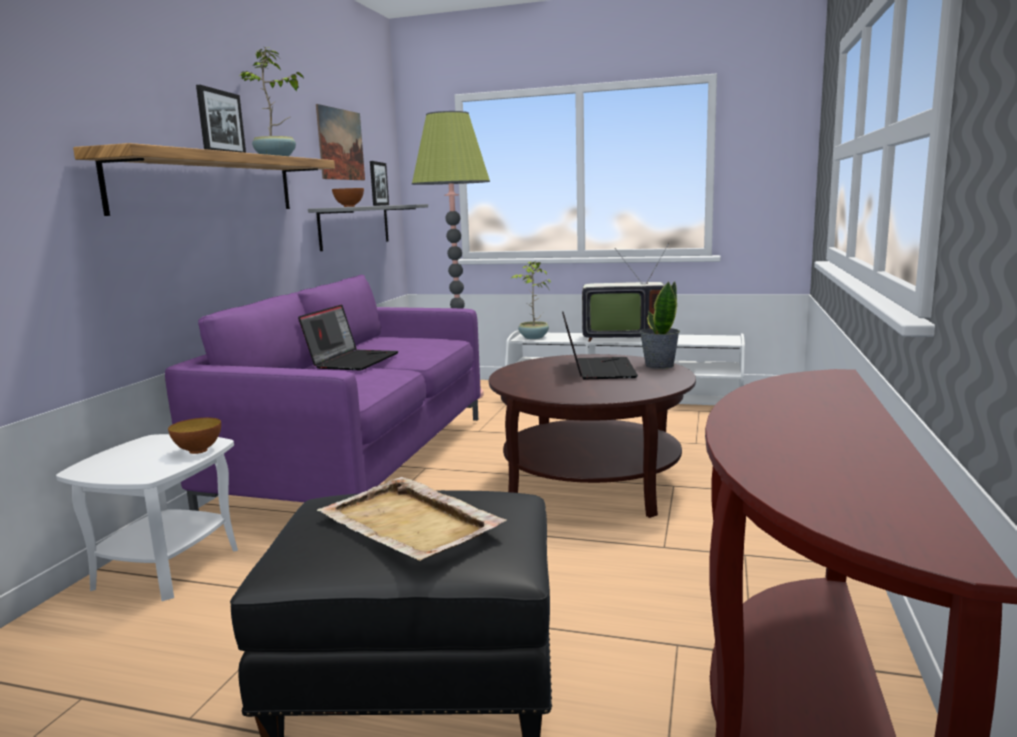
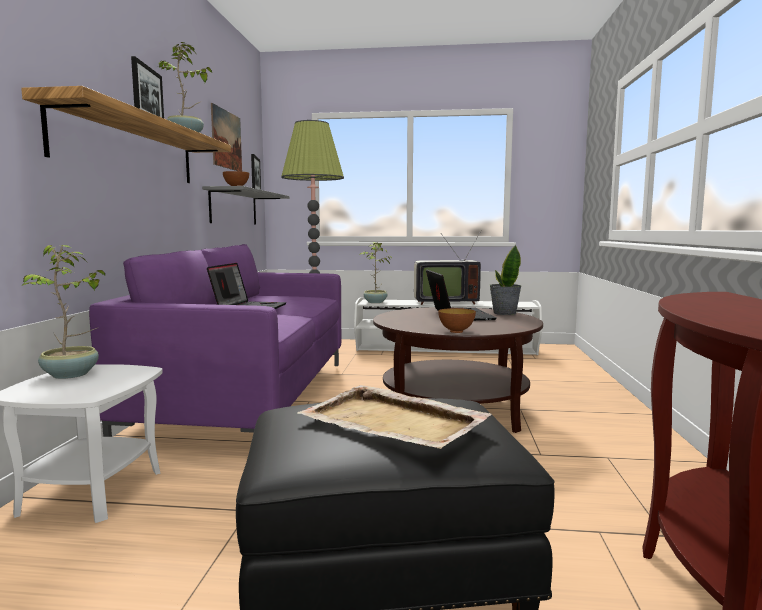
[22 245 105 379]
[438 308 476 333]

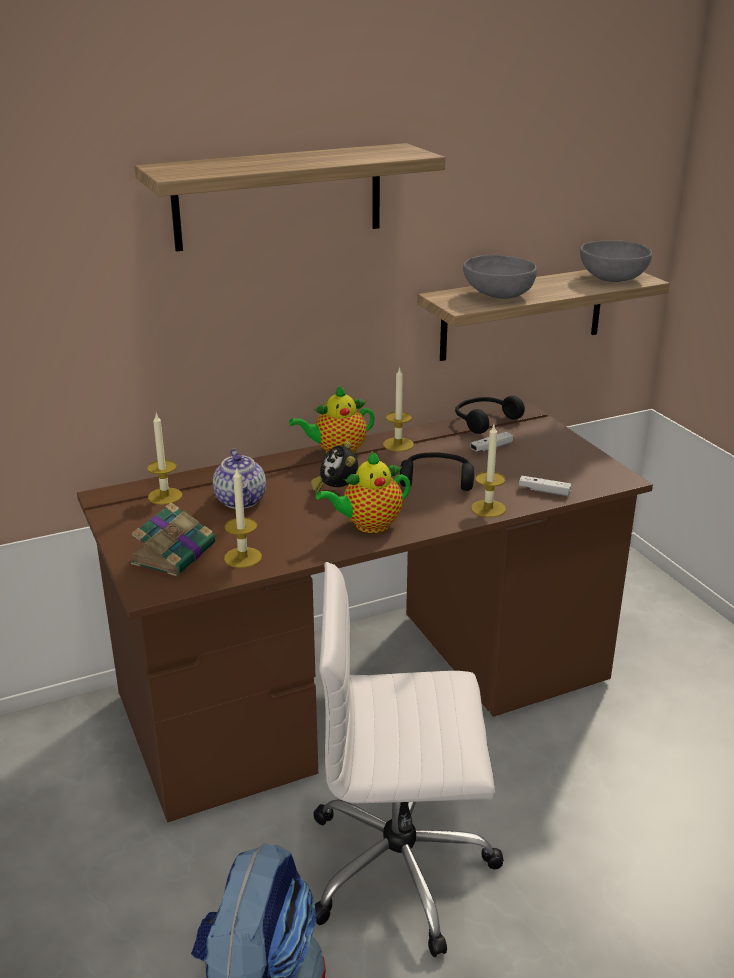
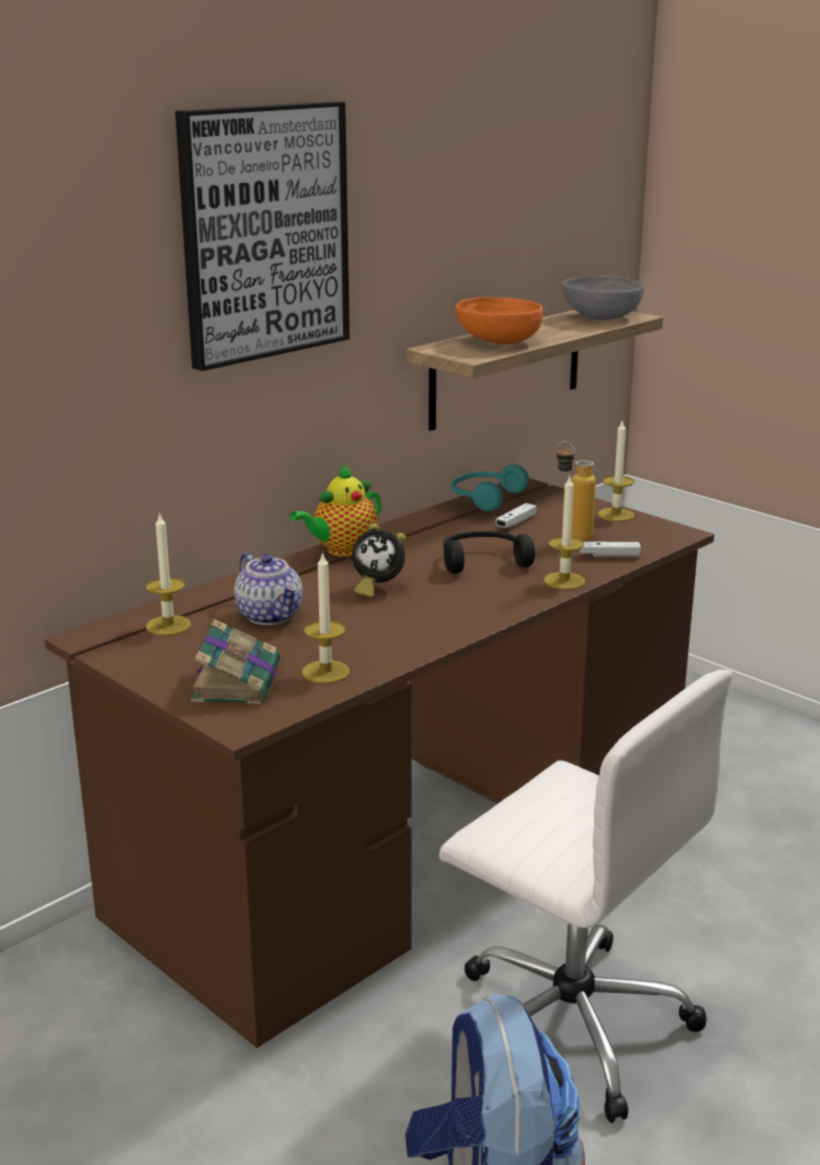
[175 101 350 371]
[352 523 406 599]
[439 670 732 1123]
[451 464 529 511]
[455 297 543 344]
[557 441 596 541]
[598 419 635 521]
[316 451 410 533] (first image)

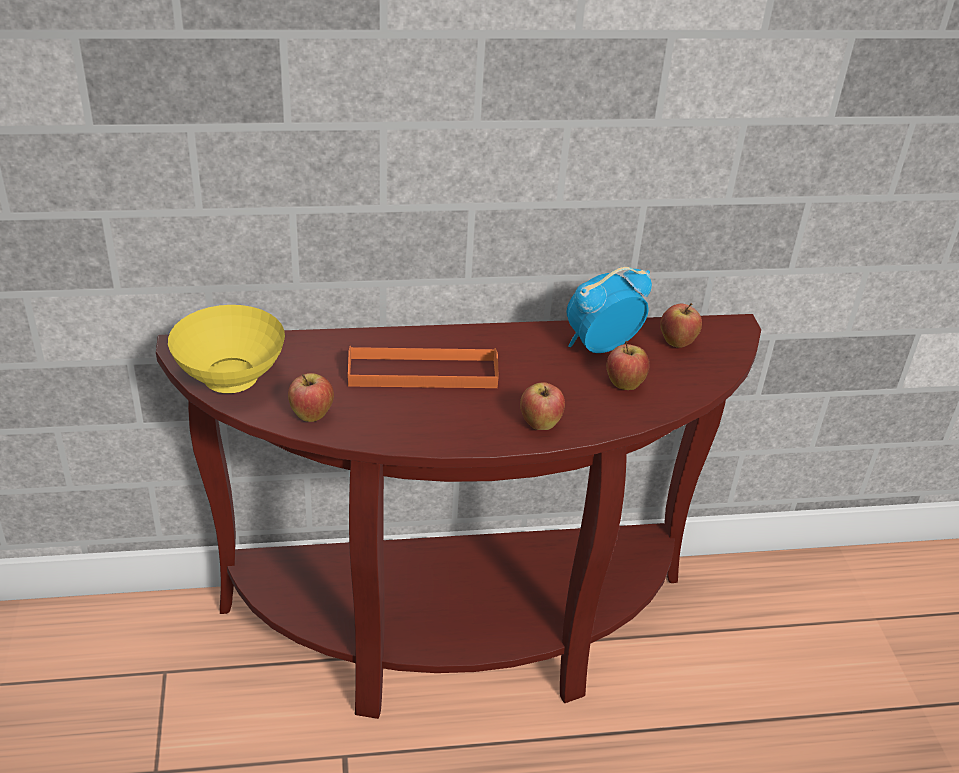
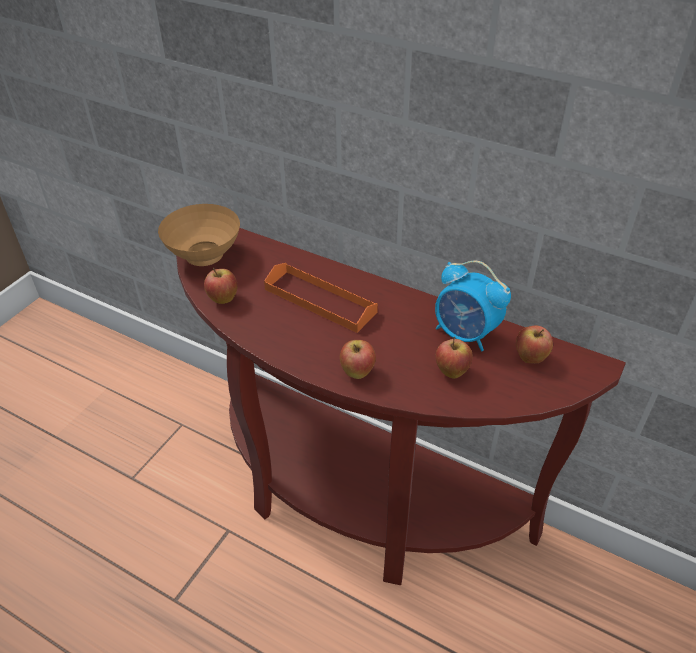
[158 204 240 266]
[435 260 511 351]

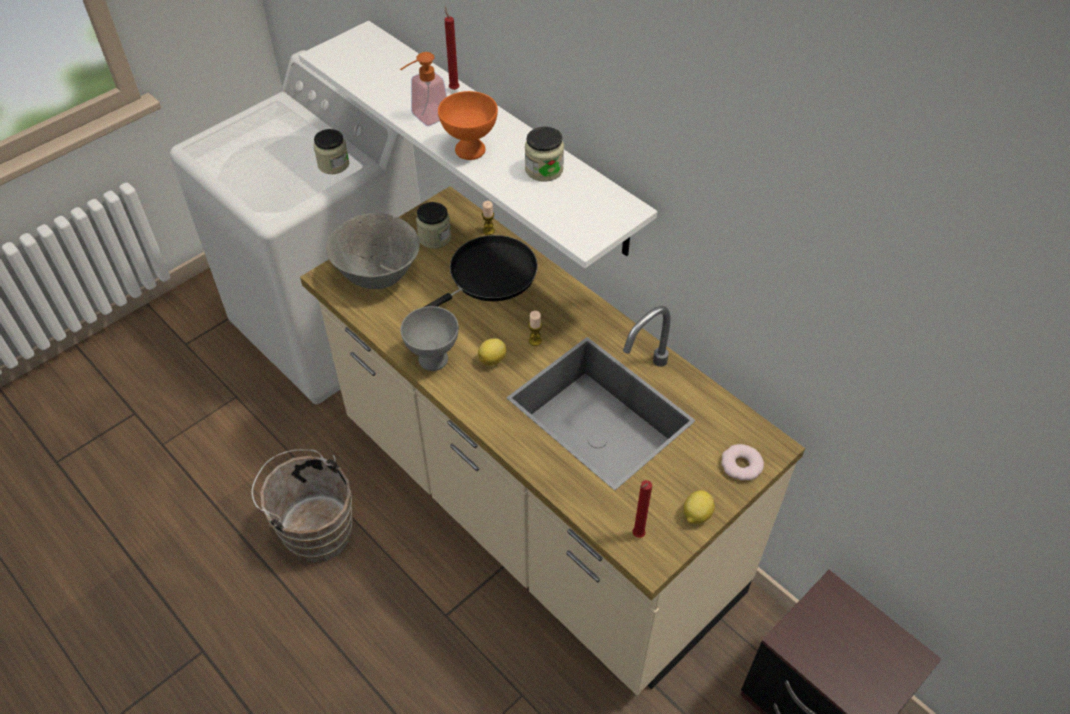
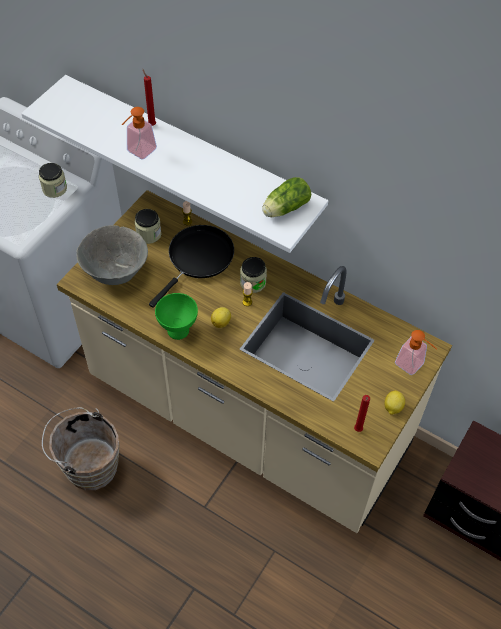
[155 293 198 340]
[240 257 267 293]
[262 177 311 217]
[395 330 437 375]
[438 91 498 160] (first image)

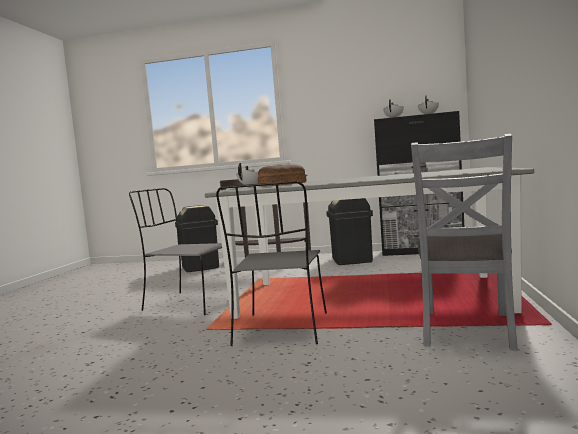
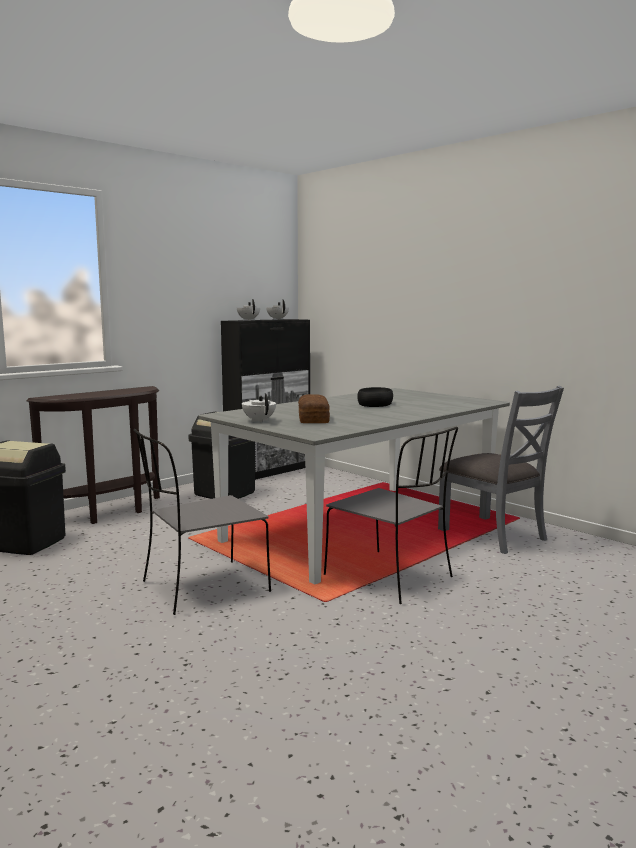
[357 387 393 407]

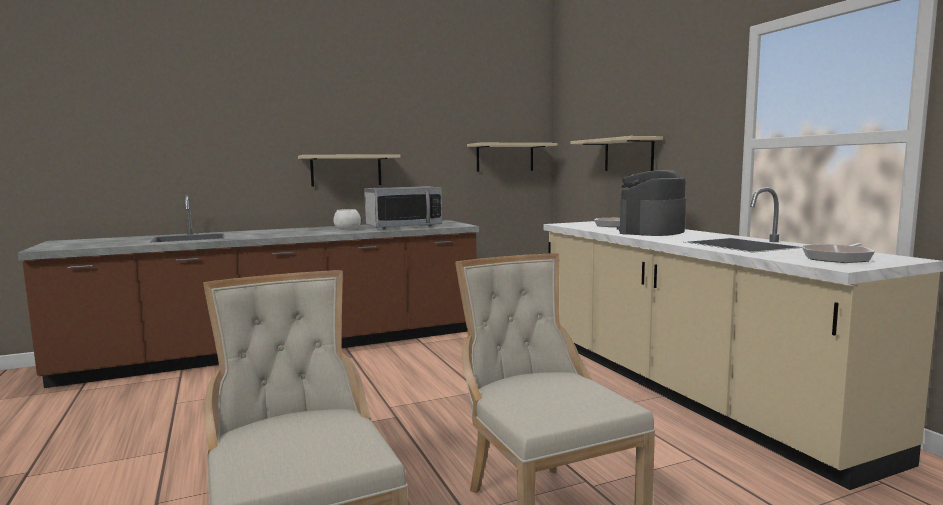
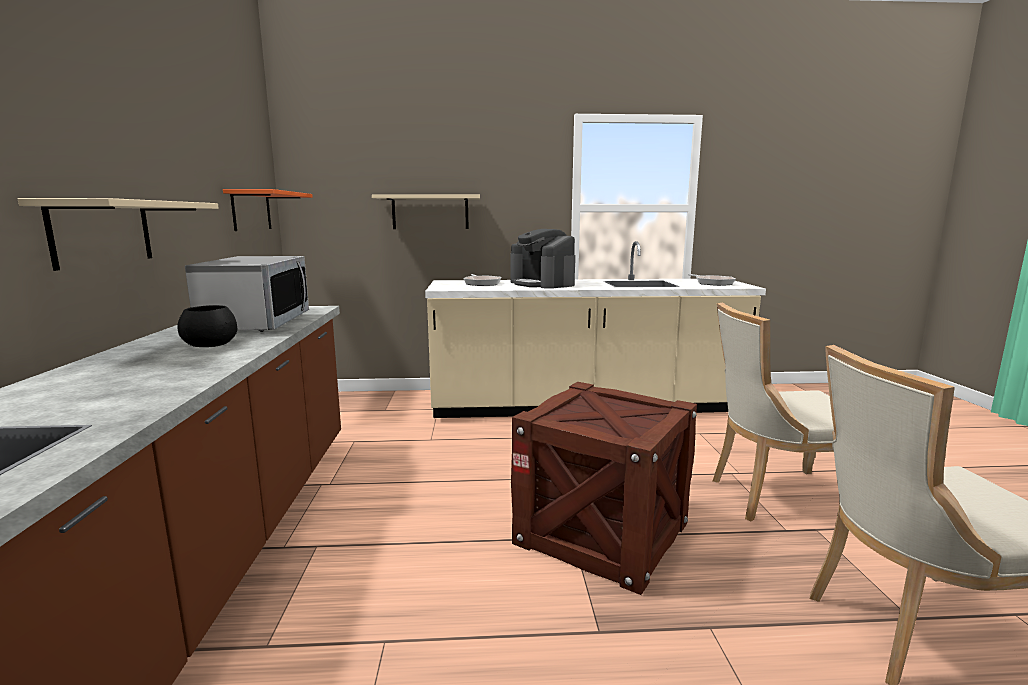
[177 305 238 347]
[223 189 313 231]
[511 382 697 595]

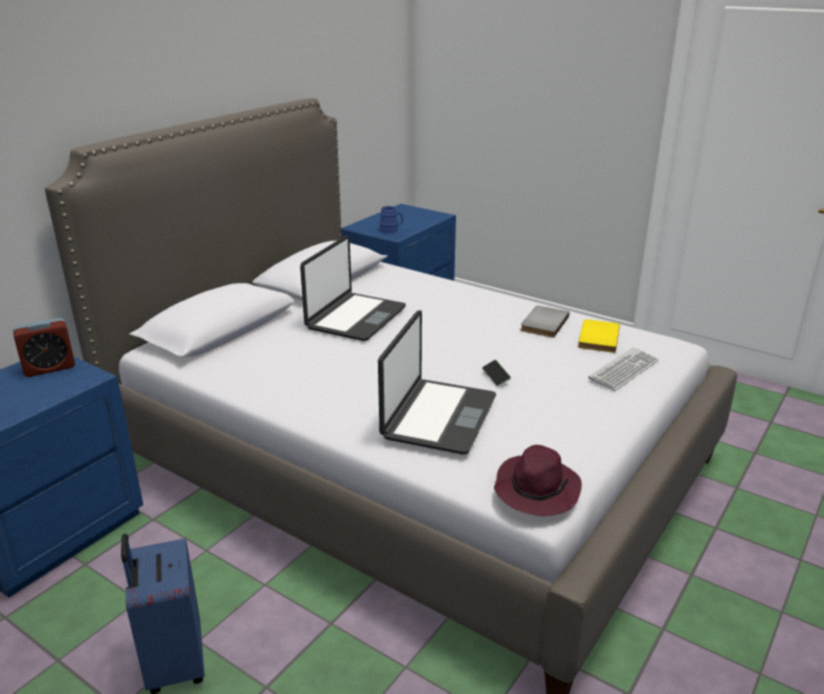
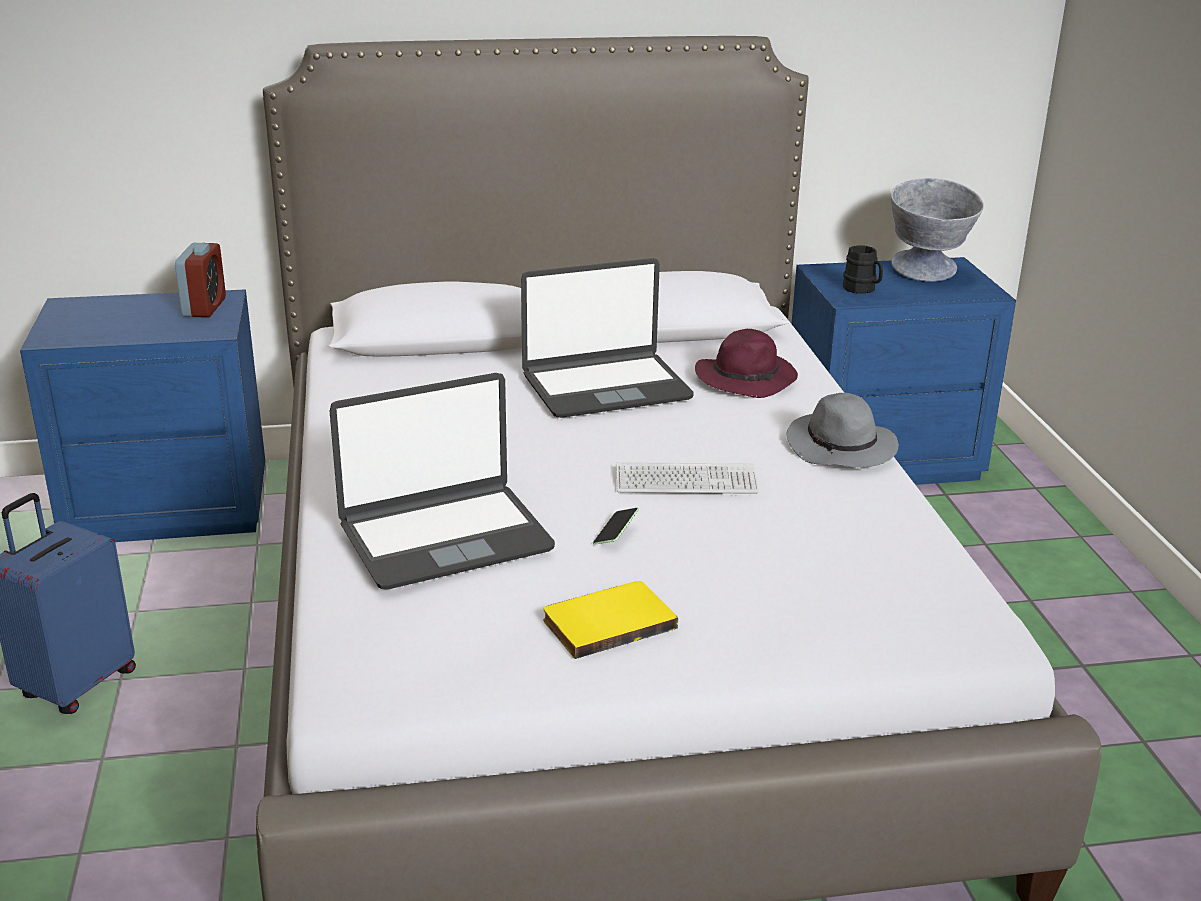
[175 243 226 317]
[543 581 678 659]
[616 462 759 494]
[695 329 798 398]
[787 393 899 468]
[843 246 883 294]
[891 178 984 282]
[521 306 569 338] (first image)

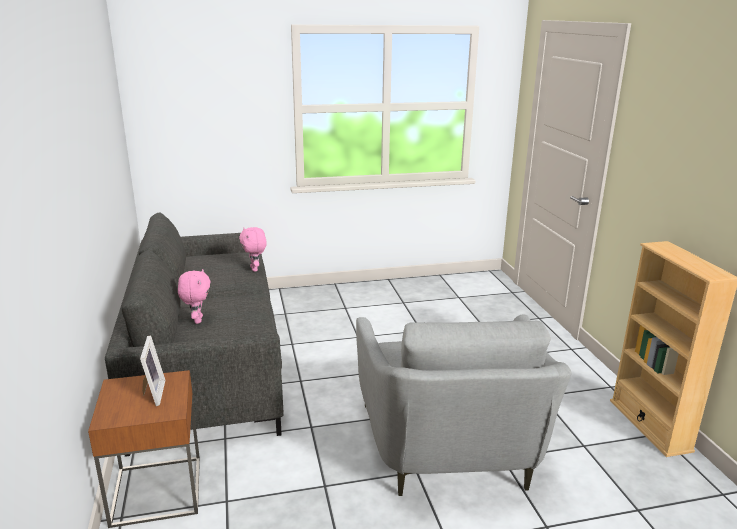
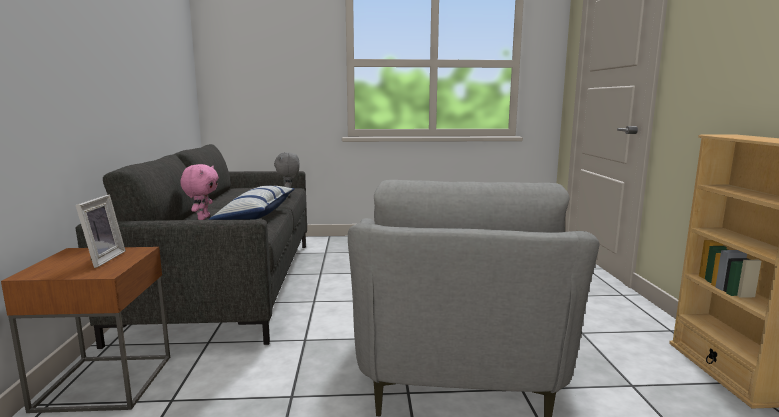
[209 186 294 220]
[274 152 299 196]

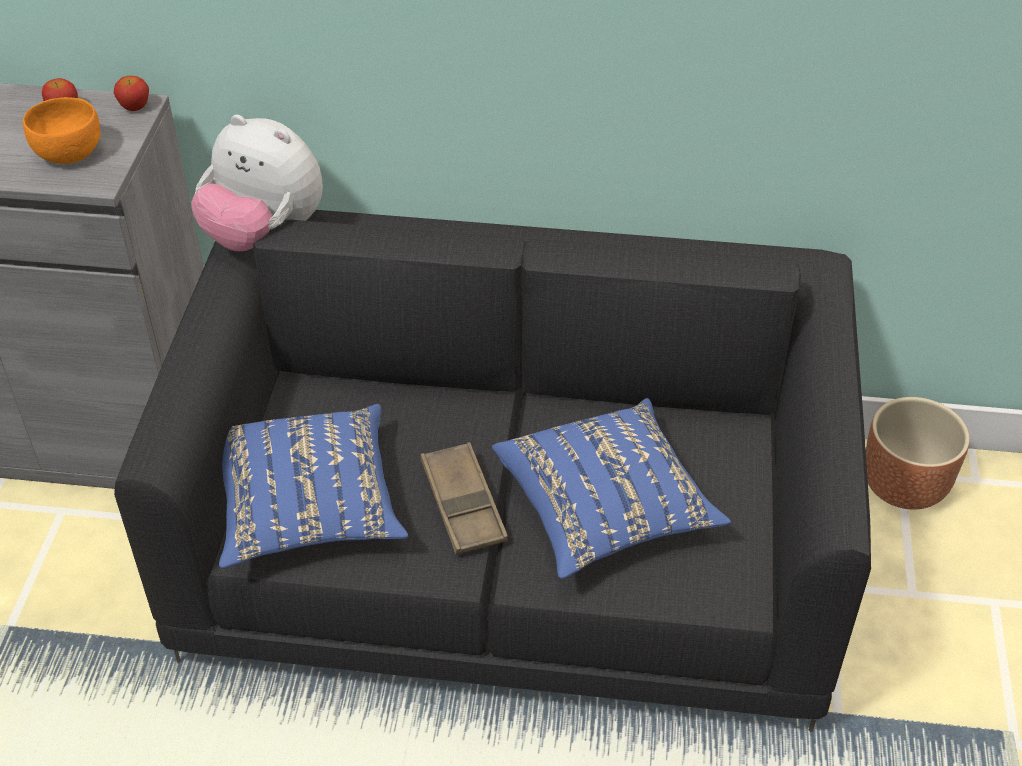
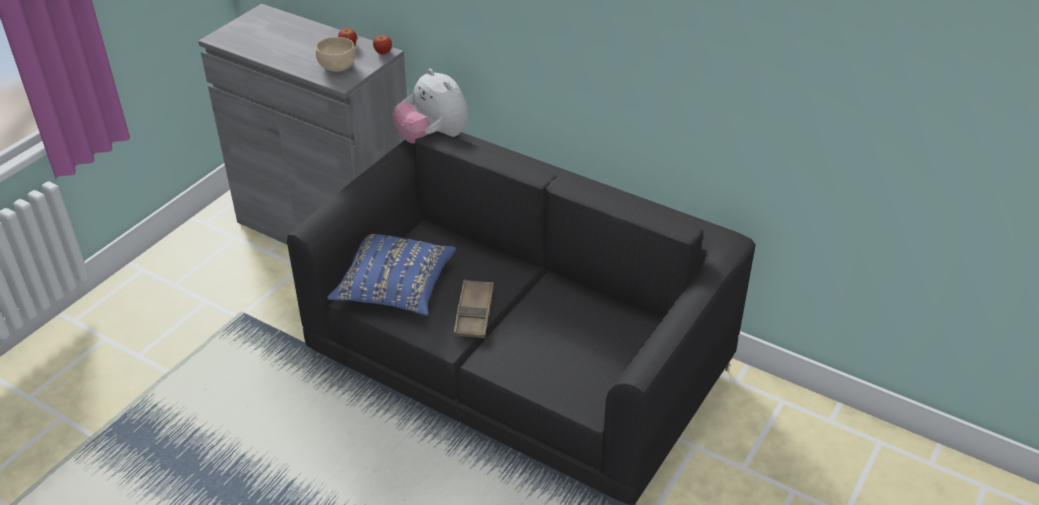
[316 37 355 72]
[492 398 731 579] (first image)
[866 397 970 509] (first image)

